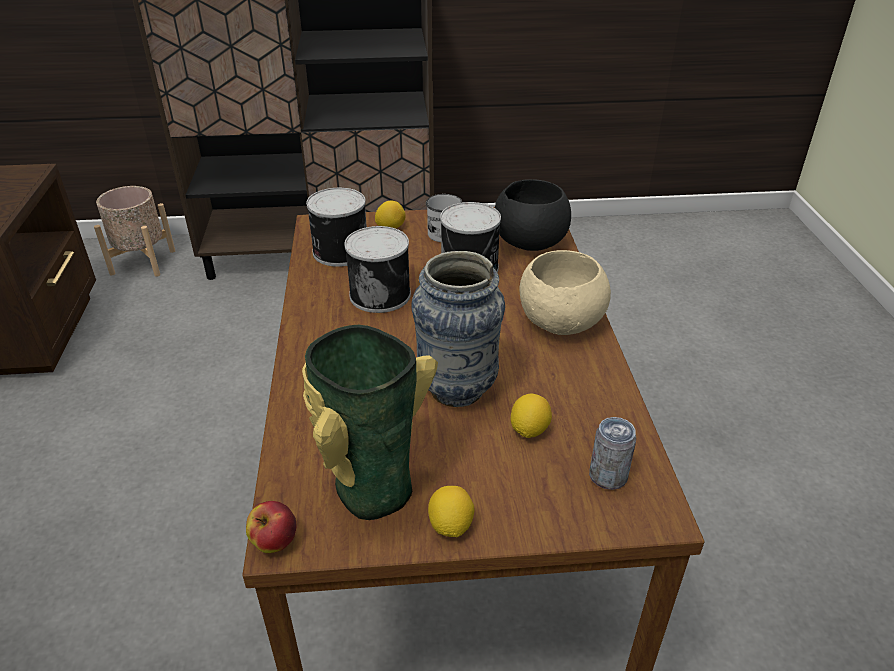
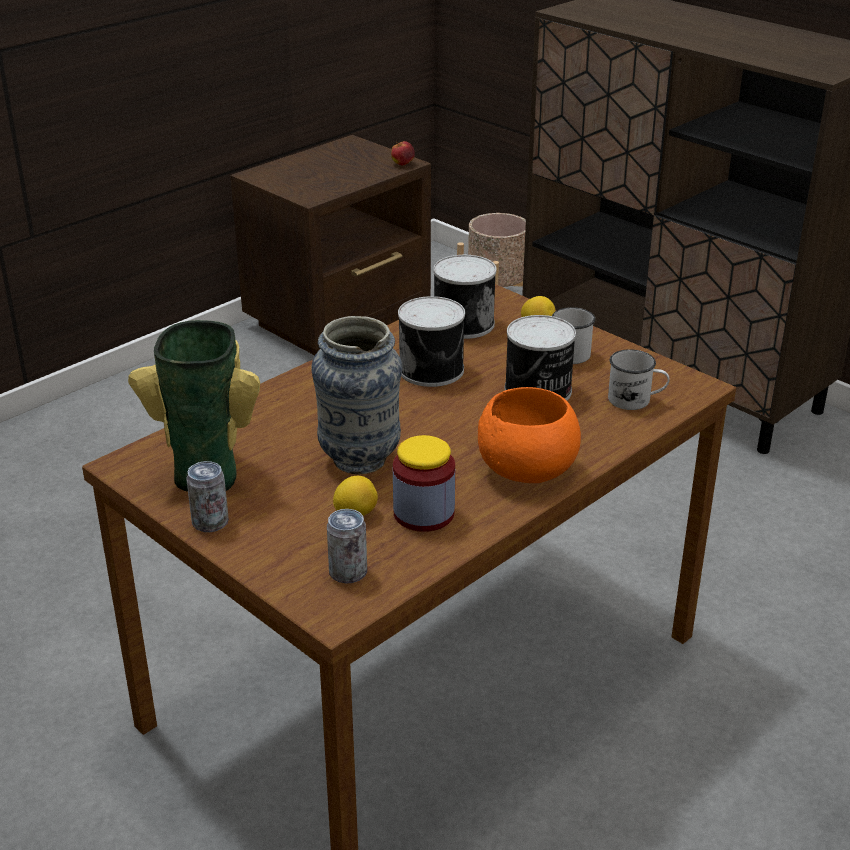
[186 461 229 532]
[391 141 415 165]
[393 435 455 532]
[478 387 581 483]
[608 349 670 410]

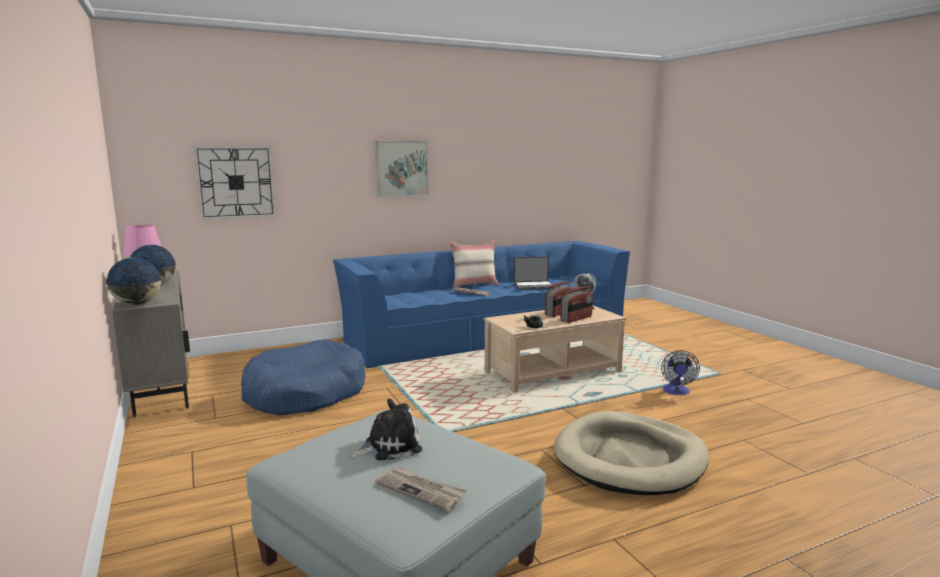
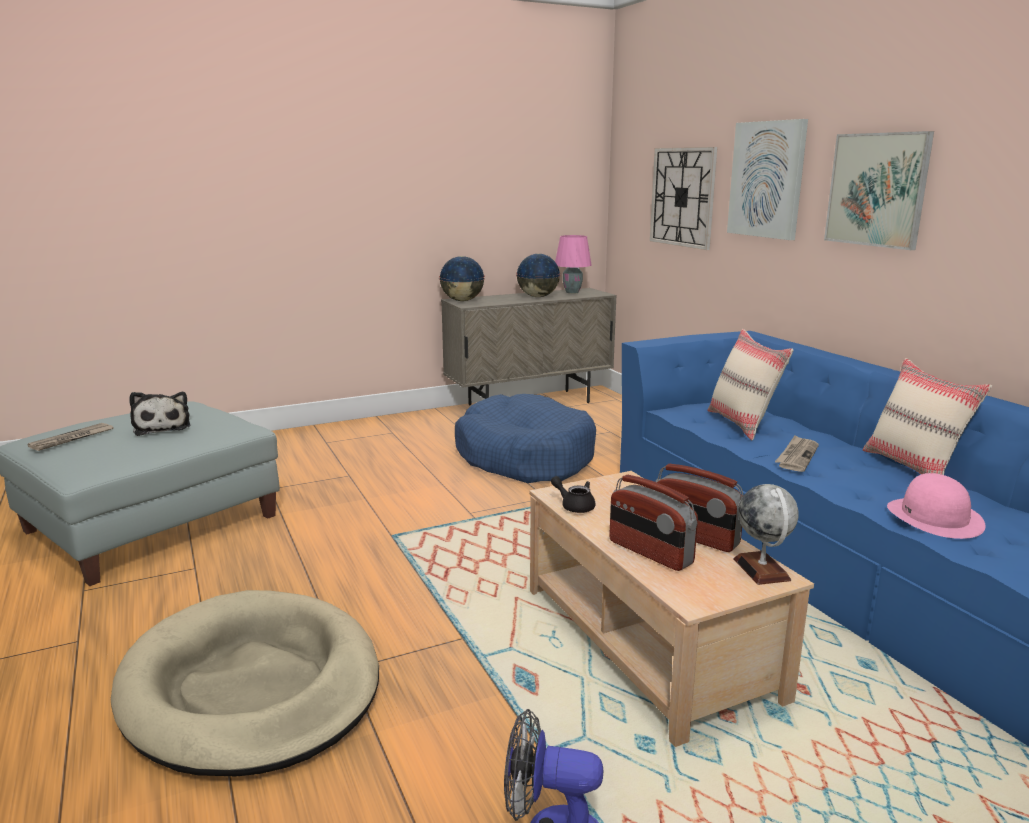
[708 329 794 441]
[727 119 808 240]
[887 473 986 539]

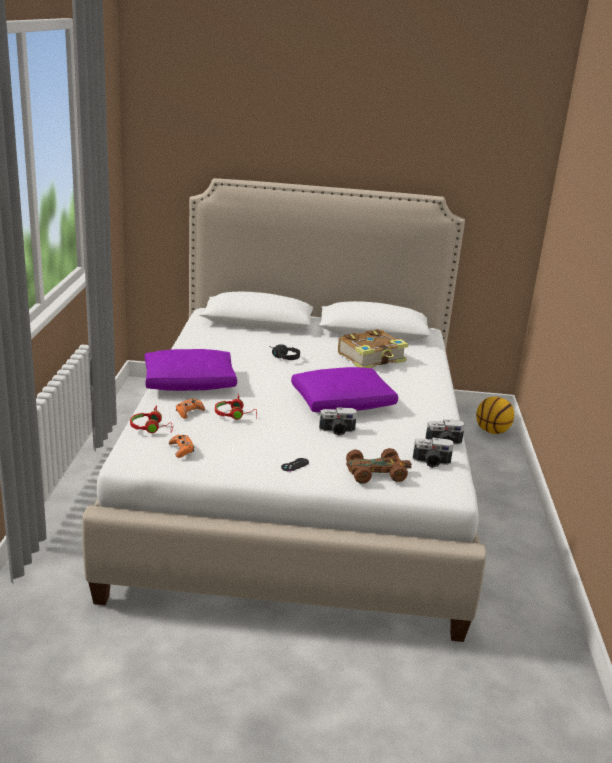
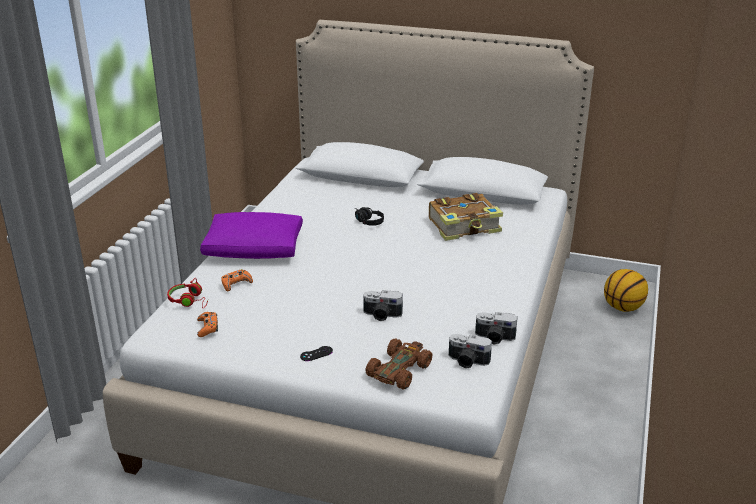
[365 338 432 389]
[215 393 257 420] (first image)
[291 367 398 412] (first image)

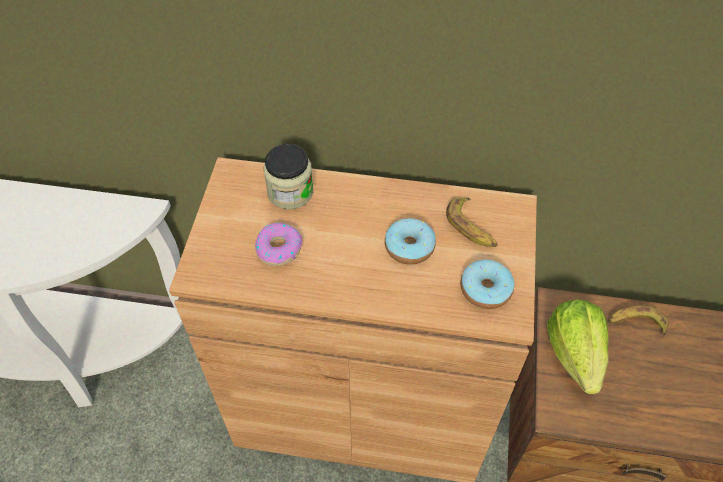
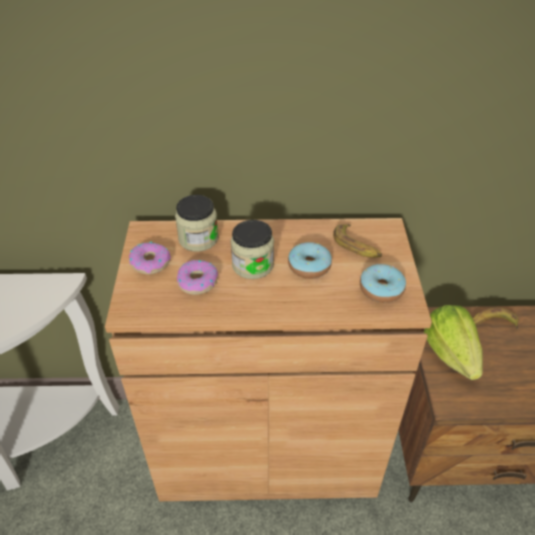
[129 241 171 275]
[231 220 274 279]

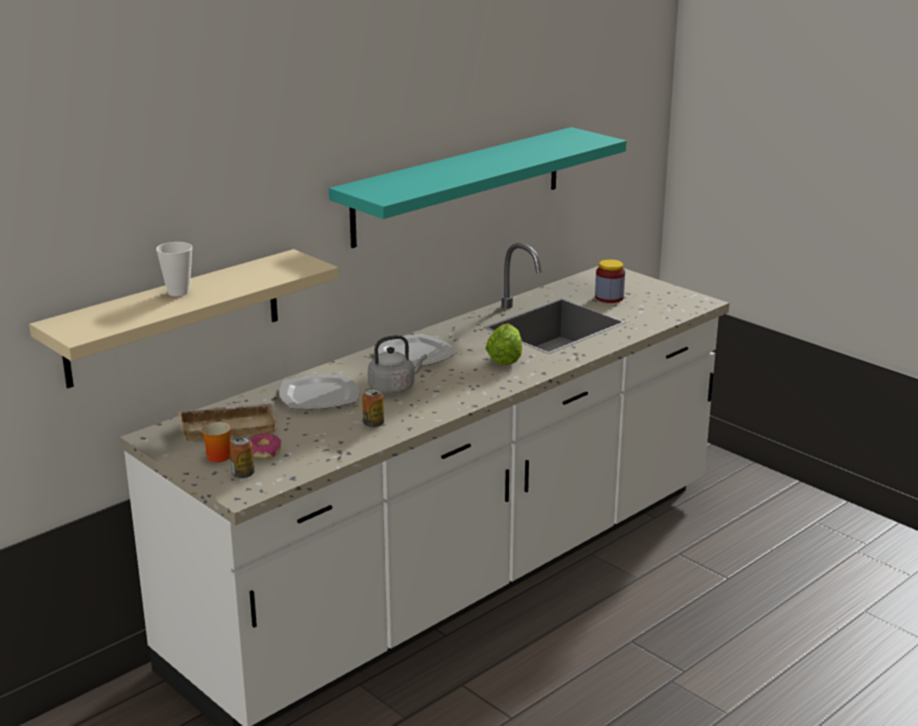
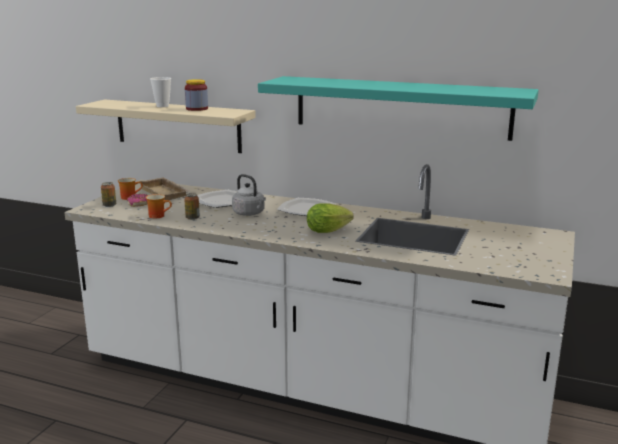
[146 194 172 219]
[185 79 208 111]

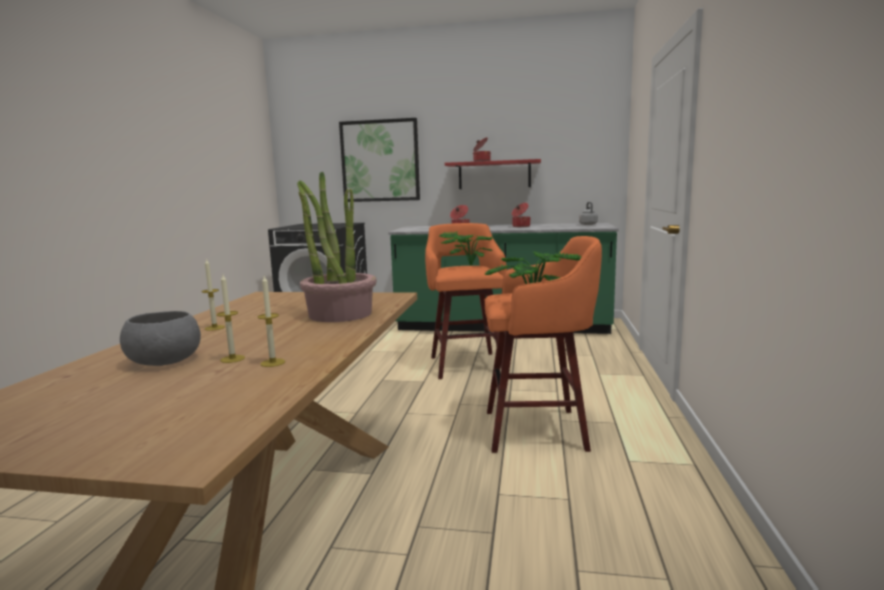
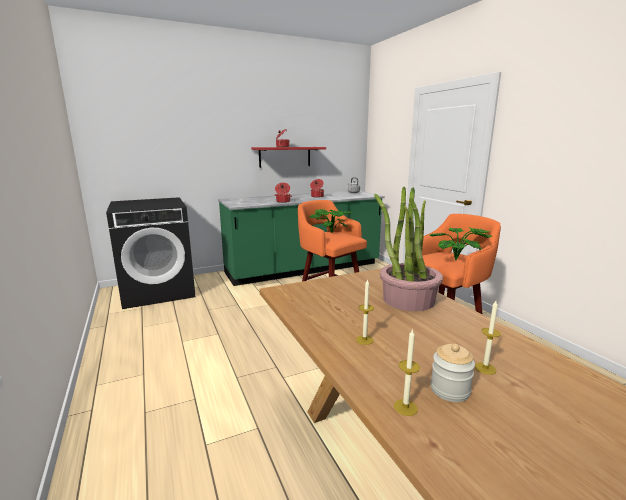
[394 329 420 416]
[431 344 475 402]
[339 118 420 202] (first image)

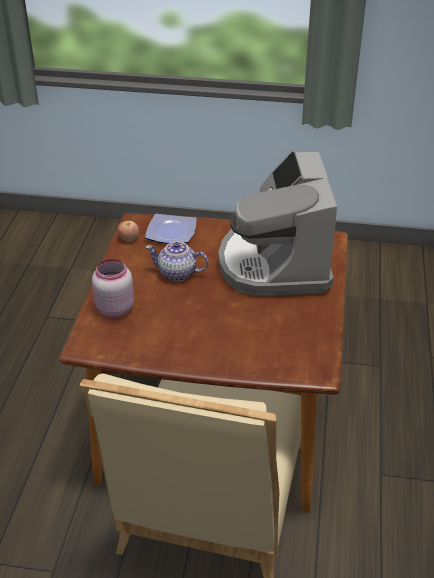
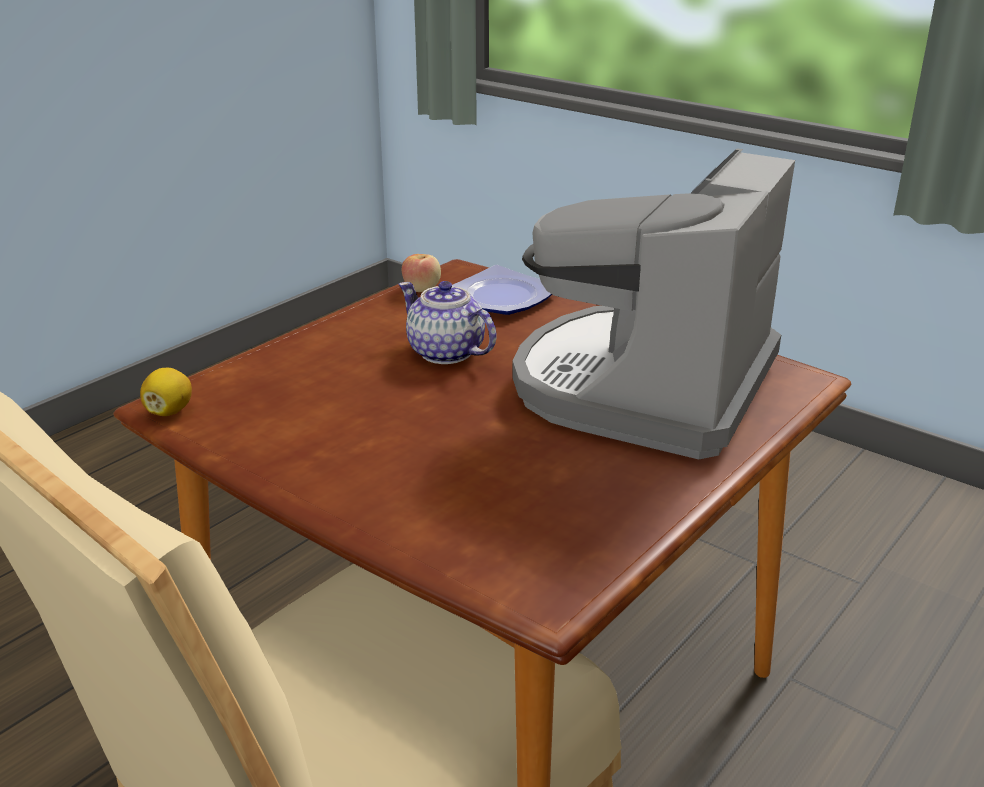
[140 368 192 416]
[92 259 134 317] (first image)

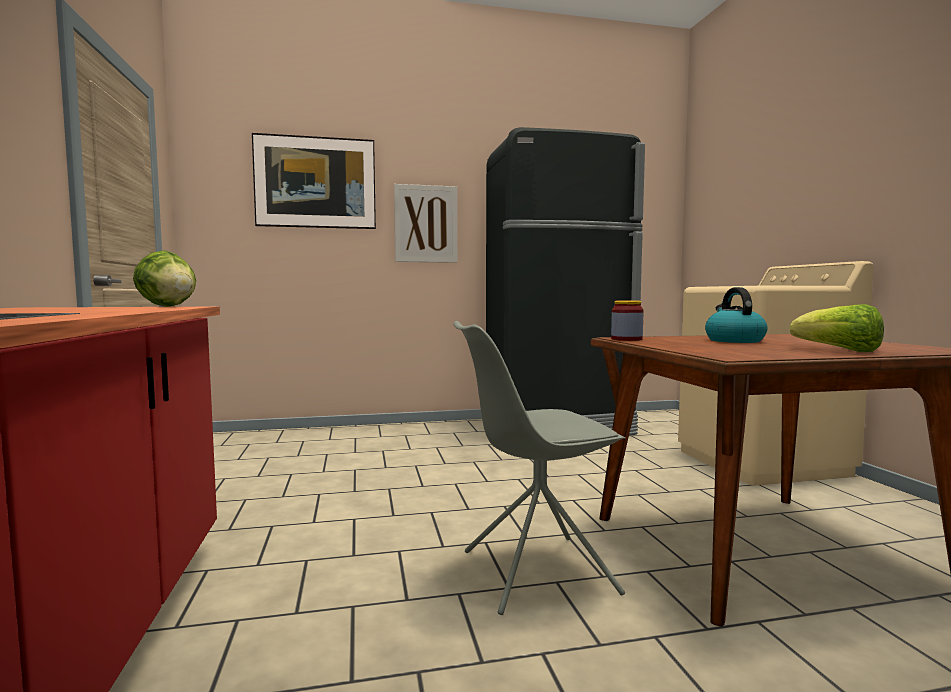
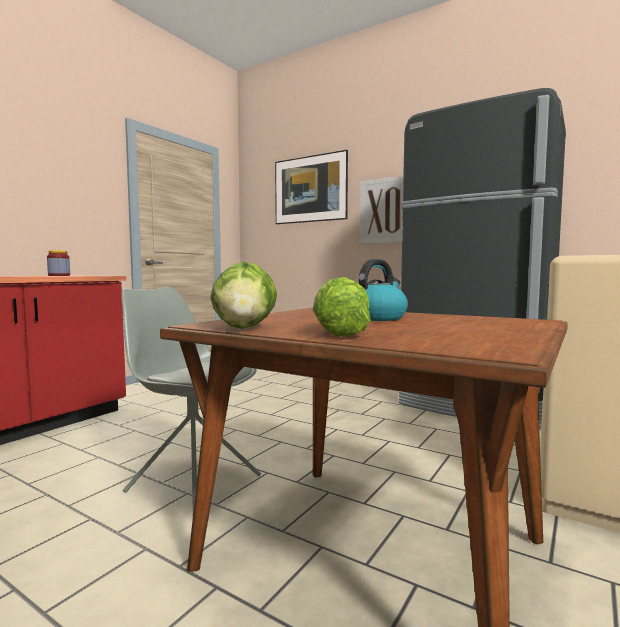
[47 250 70 276]
[210 261 277 329]

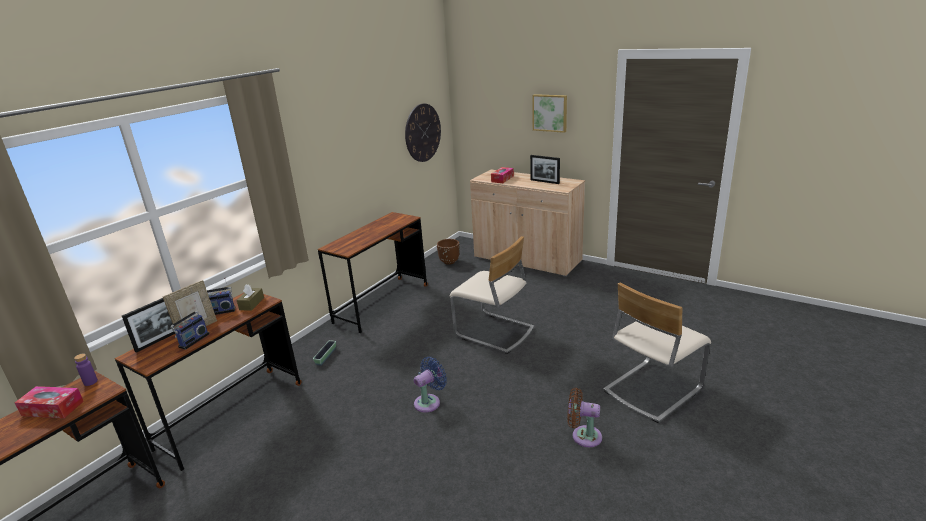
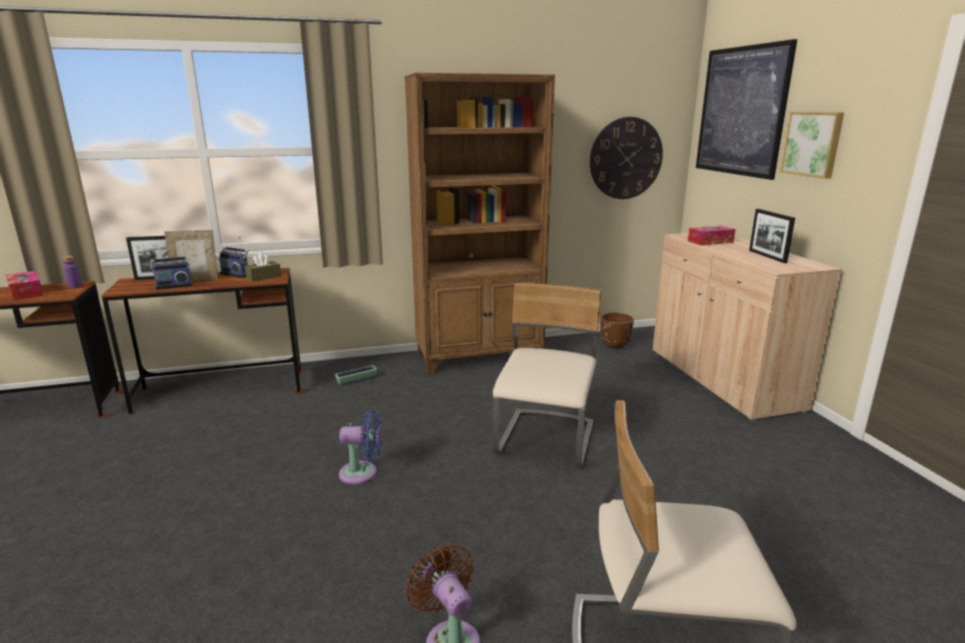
[405 73 555 374]
[493 283 601 467]
[696 39 797 180]

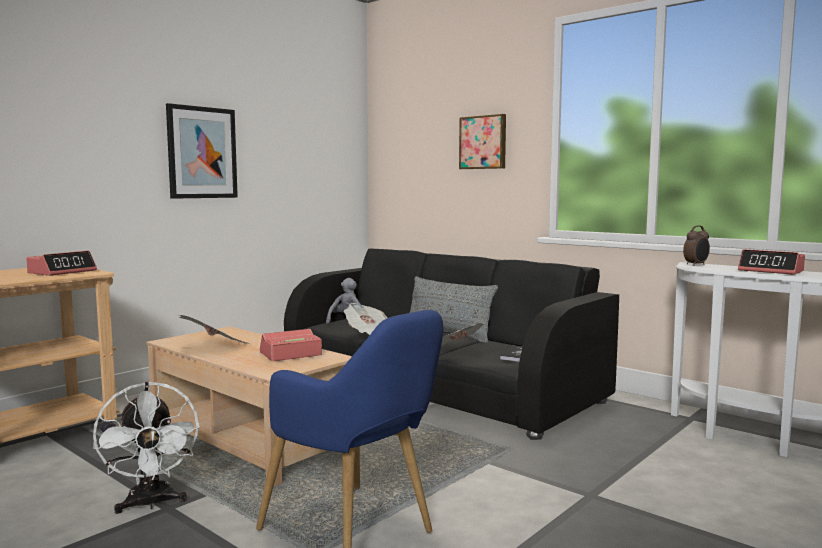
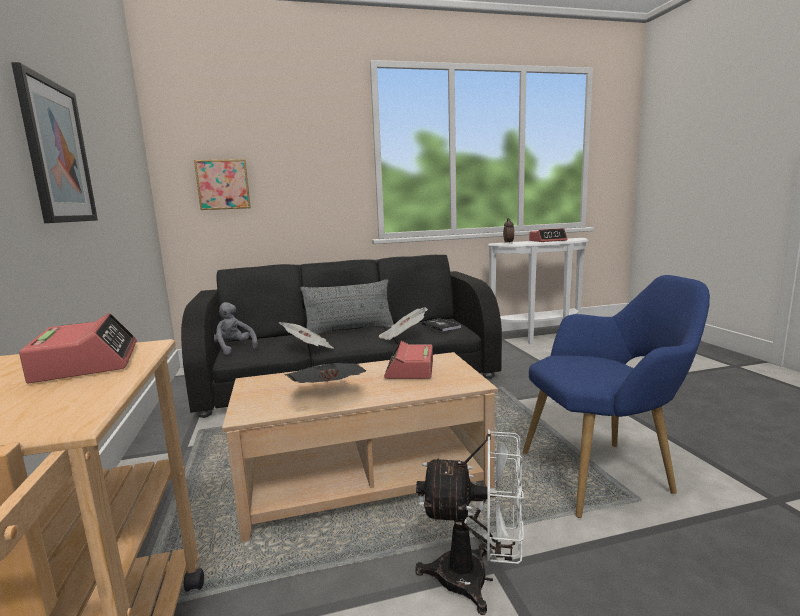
[194 159 251 210]

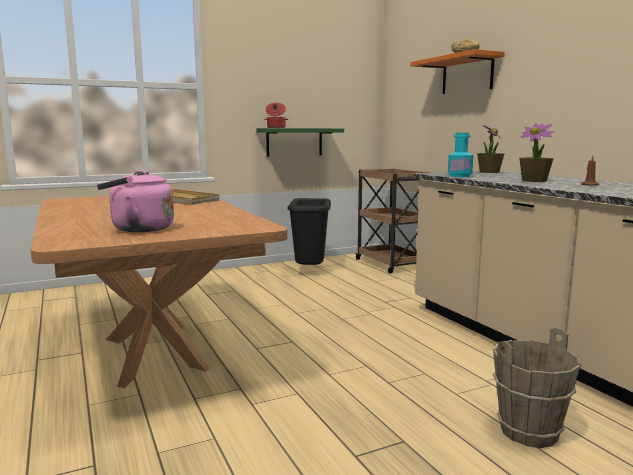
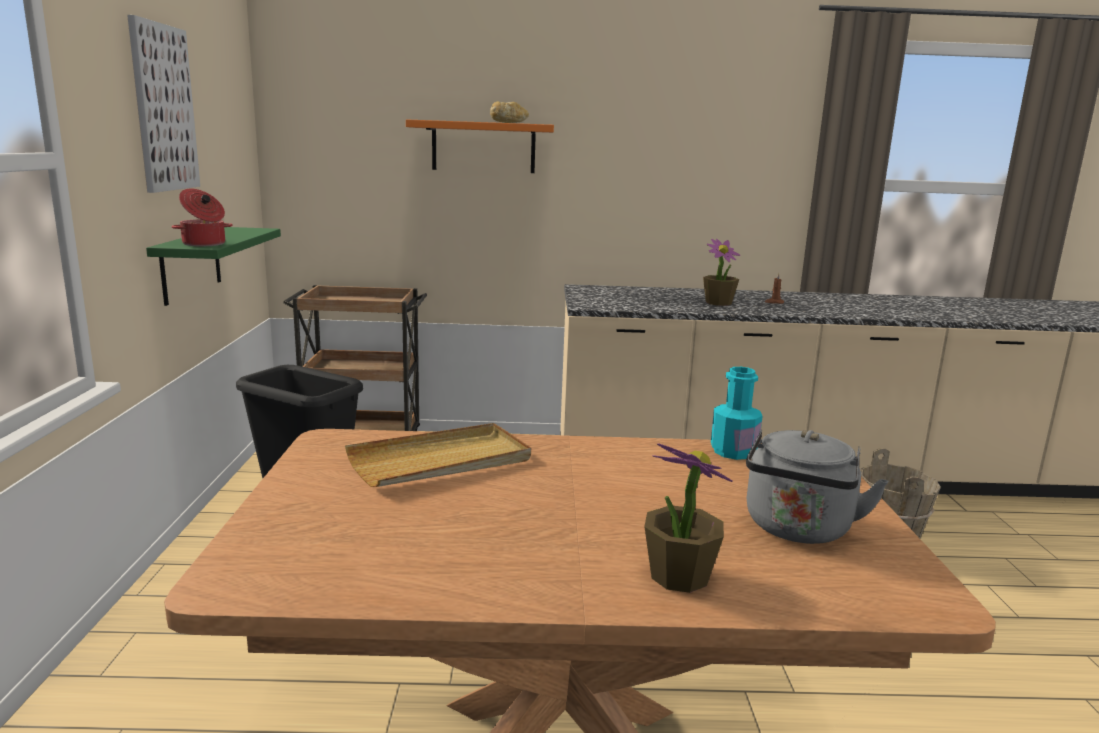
[127 15 200 193]
[644 443 732 593]
[711 367 762 460]
[746 430 888 544]

